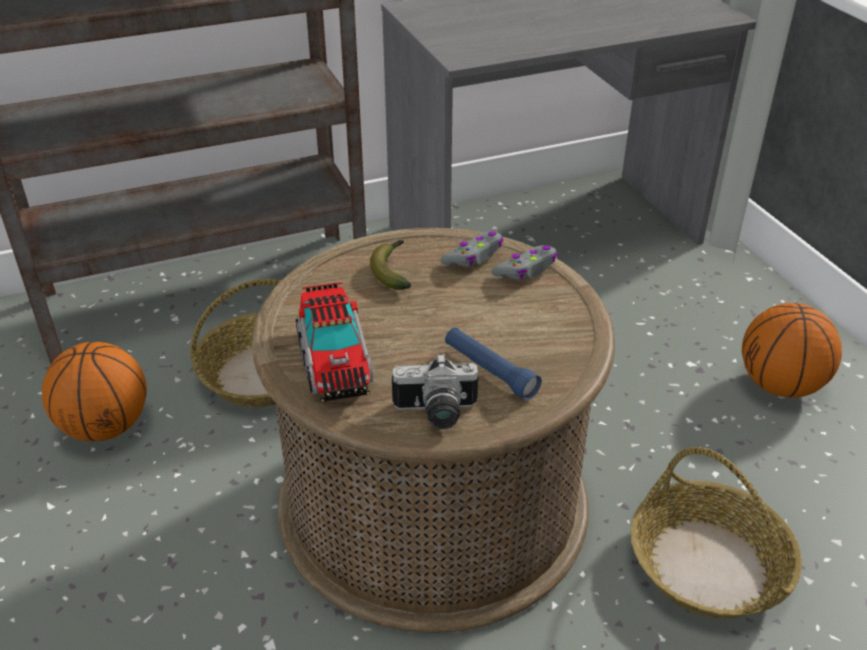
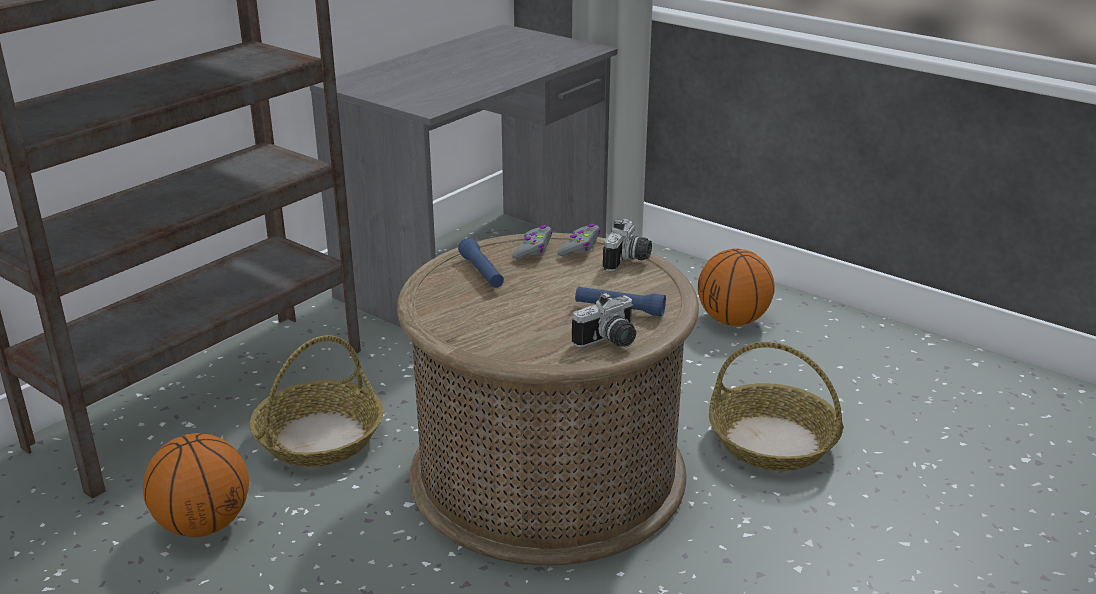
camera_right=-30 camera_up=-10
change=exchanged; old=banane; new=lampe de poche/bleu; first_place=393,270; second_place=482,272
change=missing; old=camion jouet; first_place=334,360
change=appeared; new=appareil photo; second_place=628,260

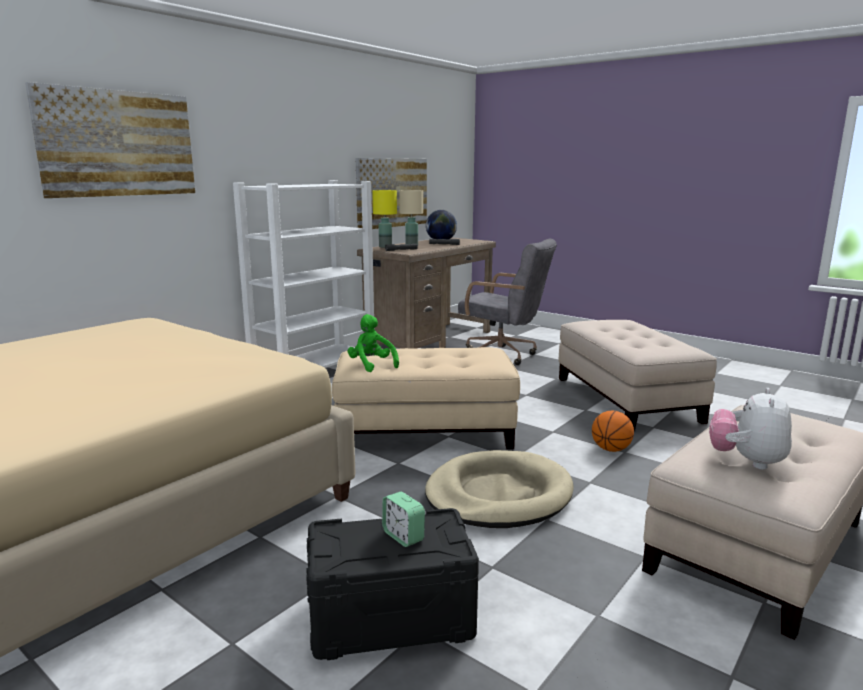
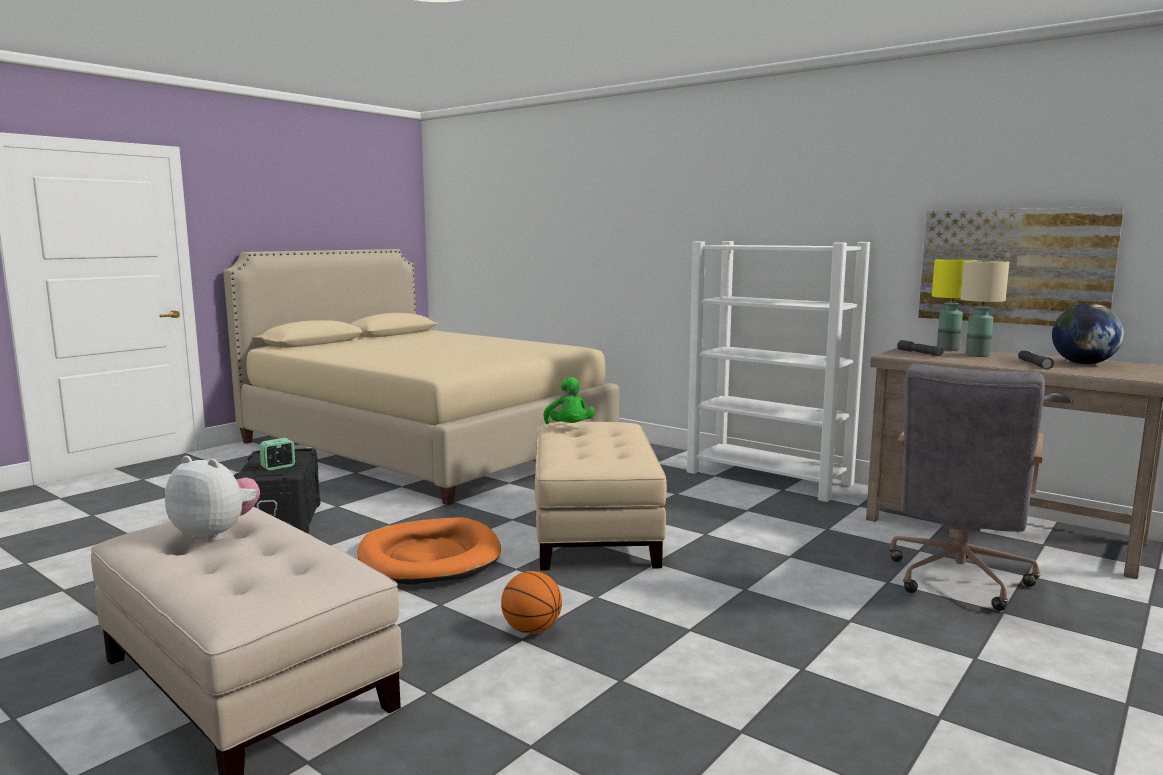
camera_right=90 camera_up=-5
change=missing; old=tableau; first_place=118,143
change=spun; old=peluche/vert; first_place=372,365; second_place=569,427; degrees=105
change=missing; old=pouf/beige; first_place=627,399
change=colour; old=panier pour chien/beige; new=panier pour chien/orange; first_place=498,495; second_place=429,557

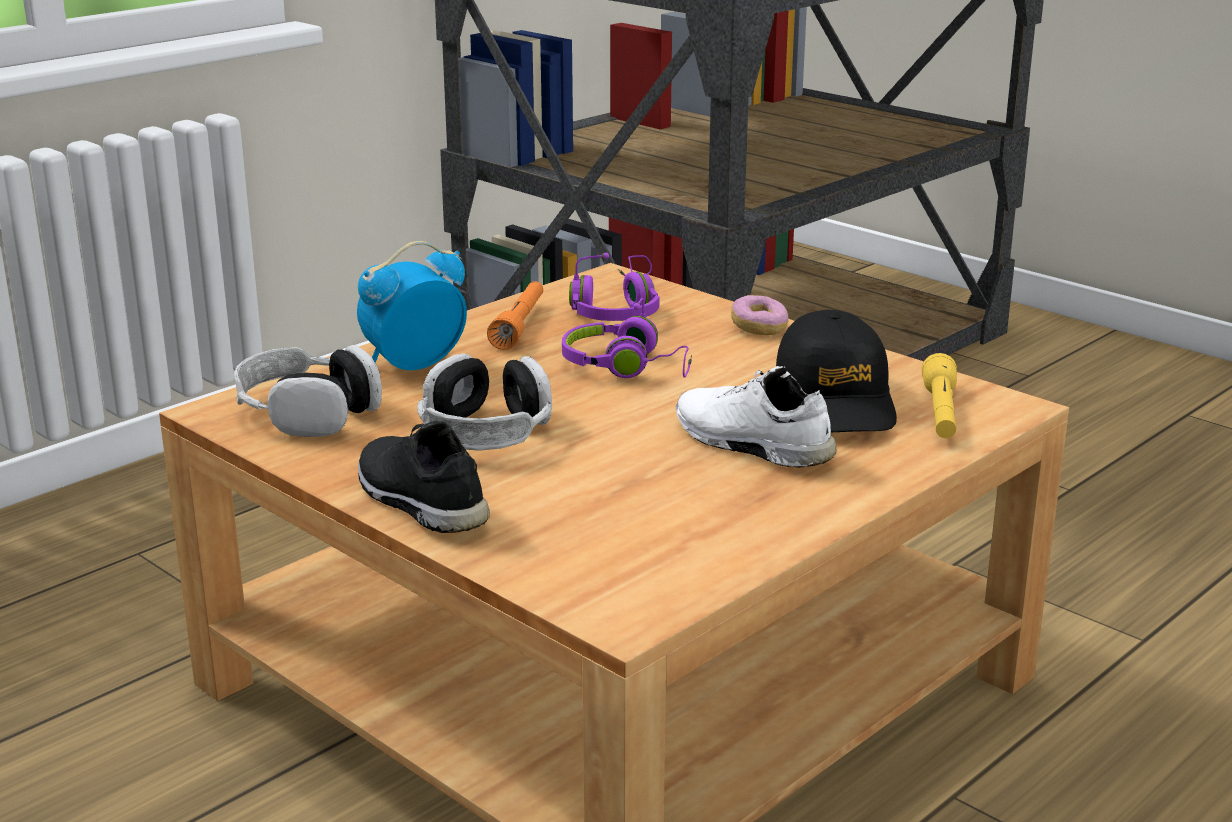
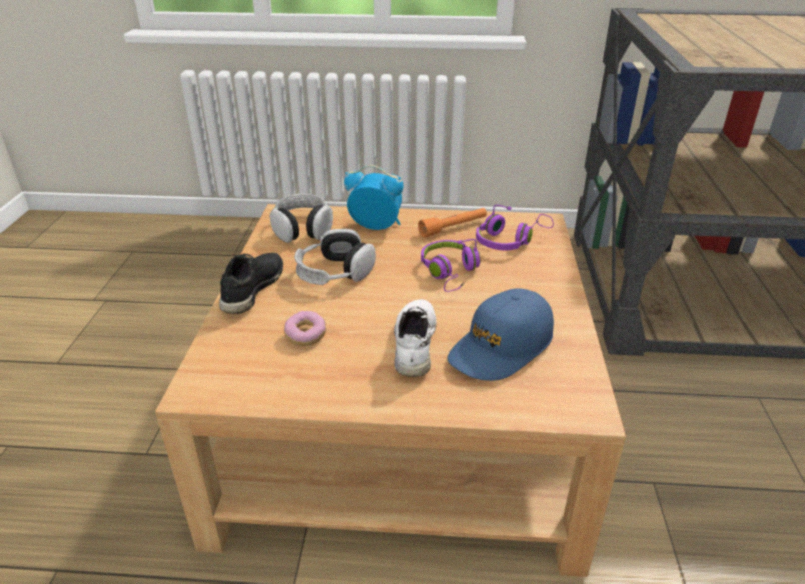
camera_right=50 camera_up=10
change=relocated; old=beignet; first_place=759,328; second_place=305,336
change=colour; old=casquette/noir; new=casquette/bleu; first_place=835,401; second_place=501,347
change=missing; old=lampe de poche/jaune; first_place=940,414

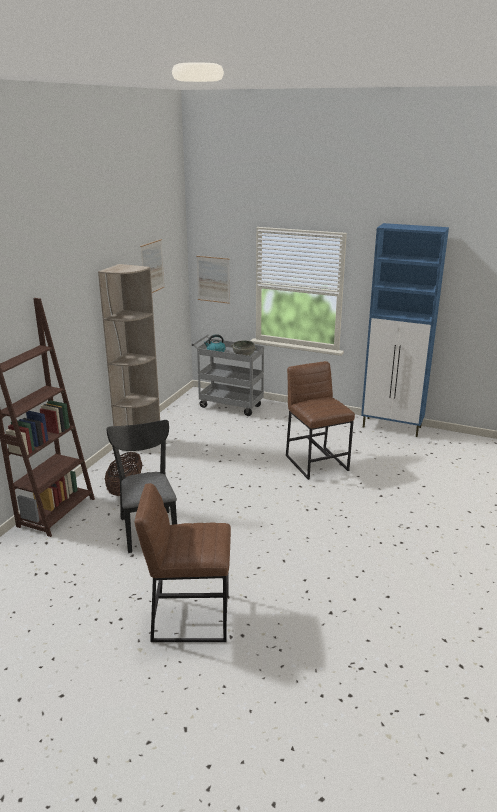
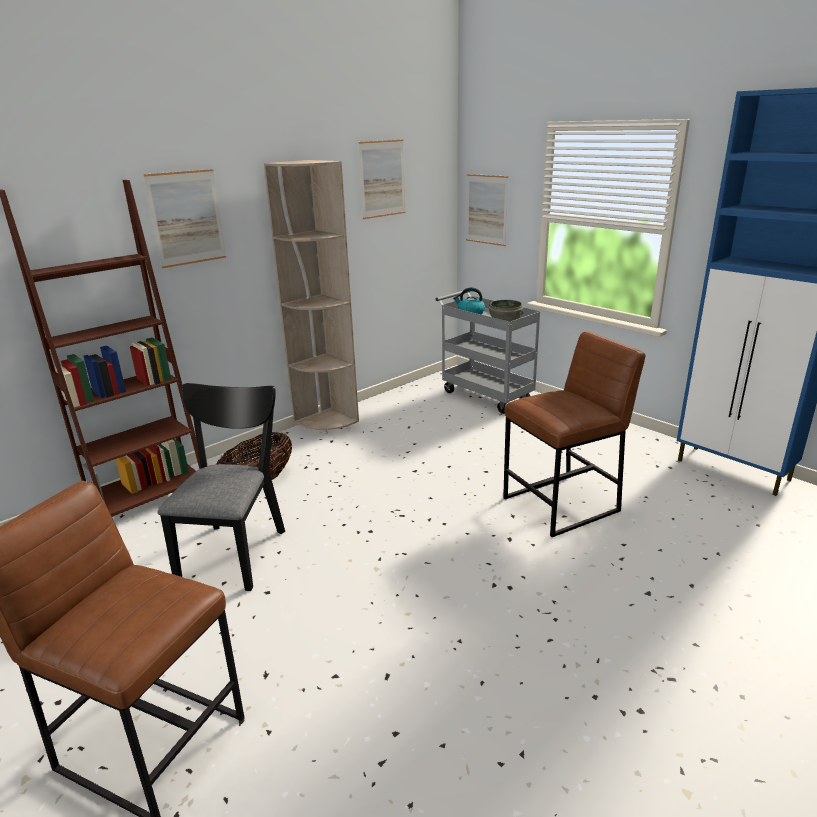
camera_right=25 camera_up=0
change=spun; old=chaise/marron; first_place=316,462; second_place=562,504; degrees=60
change=appeared; new=tableau; second_place=187,218

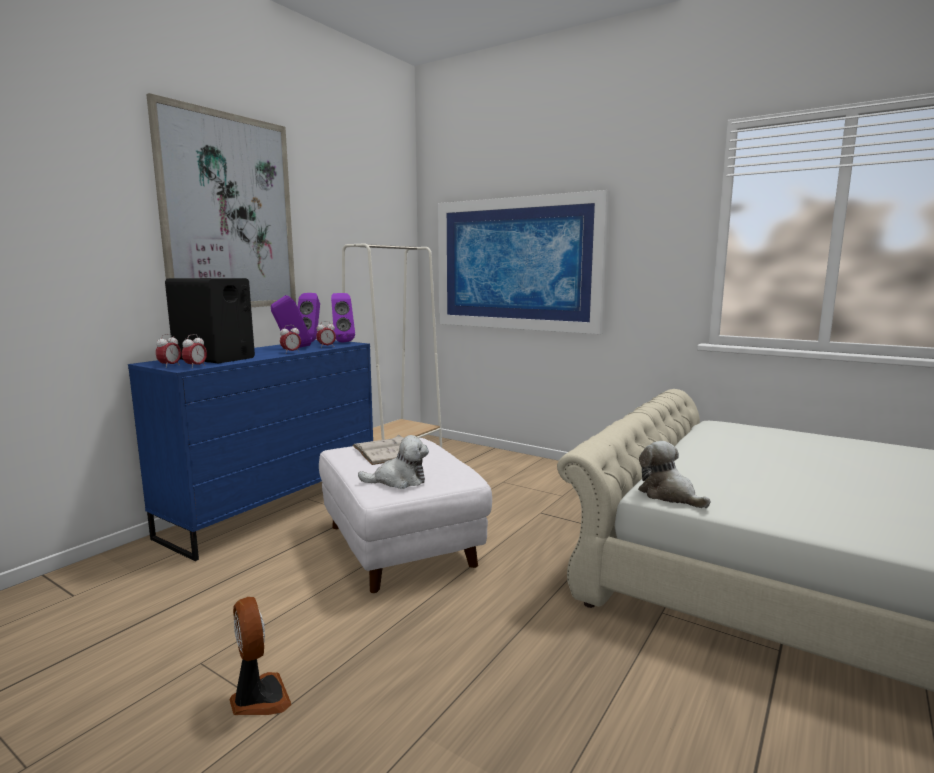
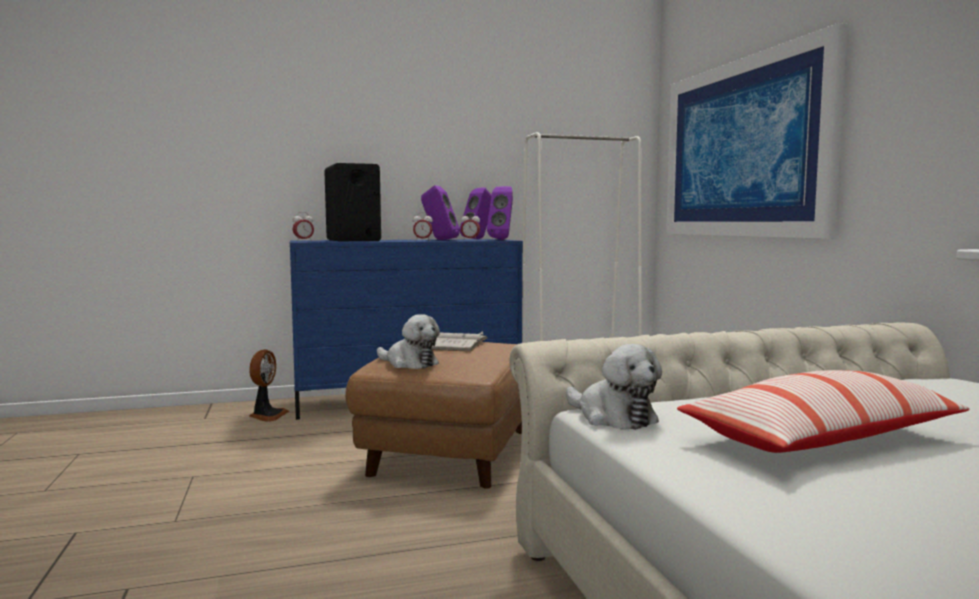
camera_right=40 camera_up=-5
change=missing; old=tableau; first_place=229,213
change=missing; old=réveil; first_place=195,367
change=colour; old=pouf/blanc; new=pouf/marron; first_place=398,545; second_place=451,451
change=spun; old=peluche; first_place=669,495; second_place=612,417; degrees=135
change=relocated; old=ventilateur; first_place=258,698; second_place=267,415
change=appeared; new=coussin; second_place=821,439

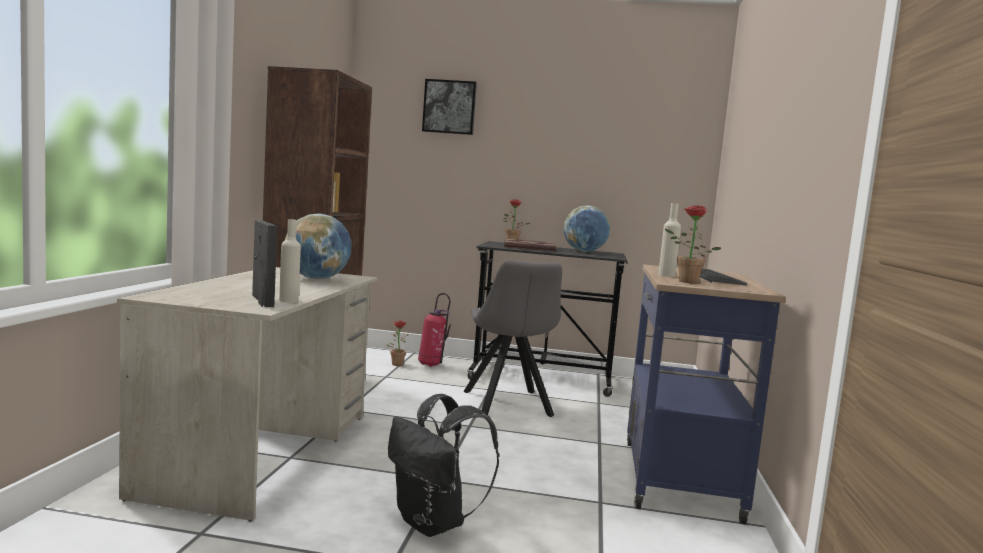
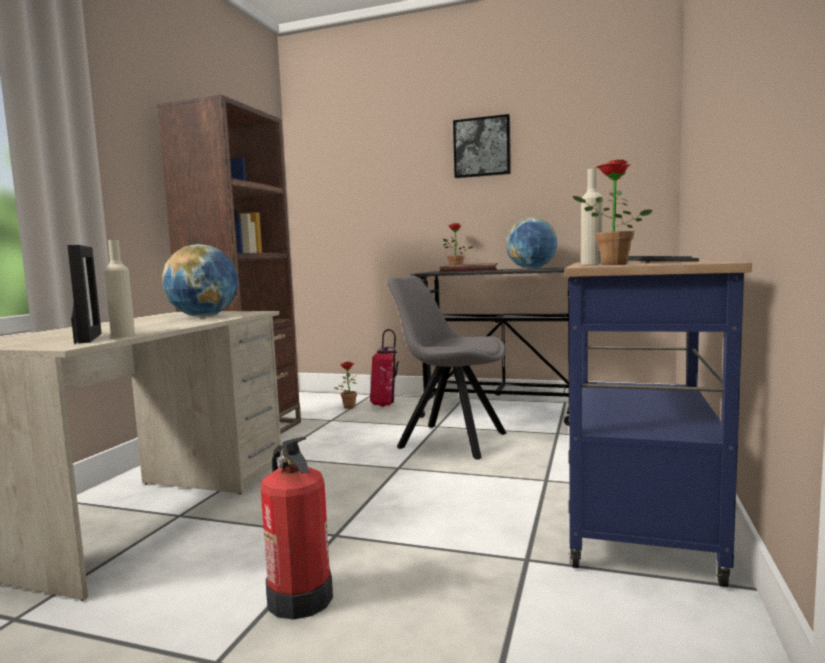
camera_right=10 camera_up=0
change=relocated; old=tableau; first_place=449,107; second_place=482,147
change=spun; old=chaise/gris; first_place=508,404; second_place=451,440; degrees=120
change=exchanged; old=sac à dos/noir; new=extincteur; first_place=434,524; second_place=299,598

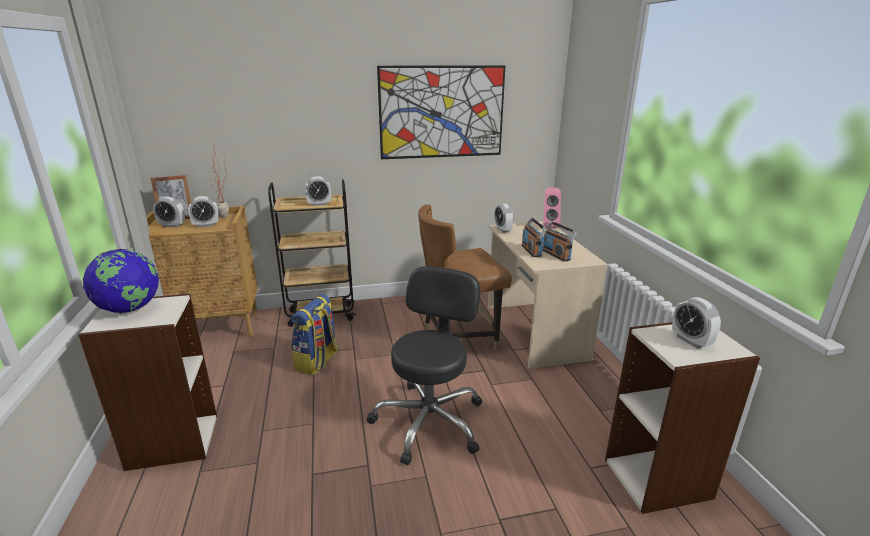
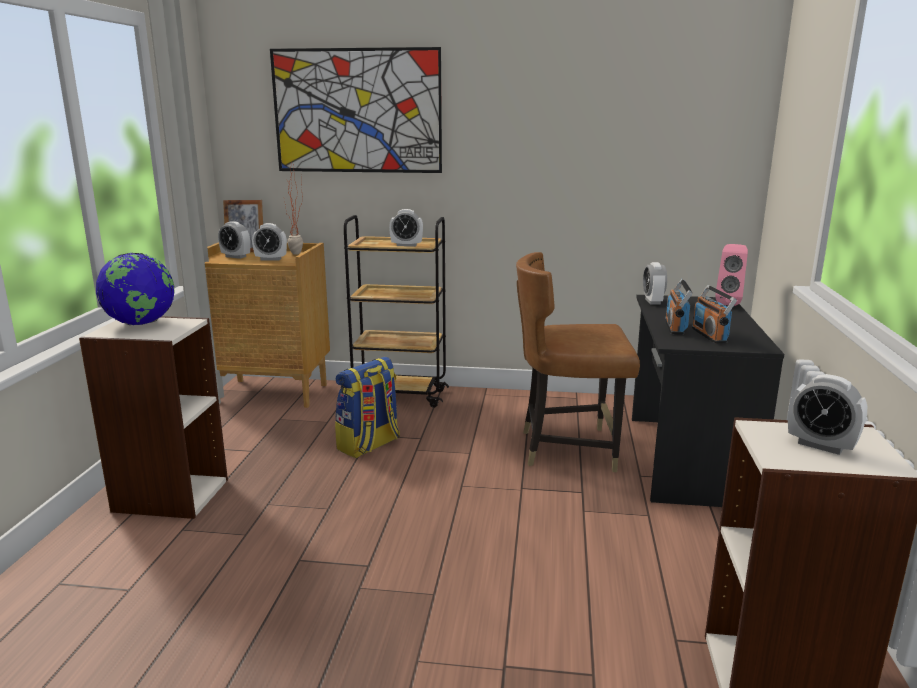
camera_right=20 camera_up=-5
change=relocated; old=tableau; first_place=442,112; second_place=357,111
change=colour; old=bureau/beige; new=bureau/noir; first_place=533,332; second_place=685,459
change=missing; old=chaise de bureau/noir; first_place=431,418
change=spun; old=réveil; first_place=691,341; second_place=821,445; degrees=-45

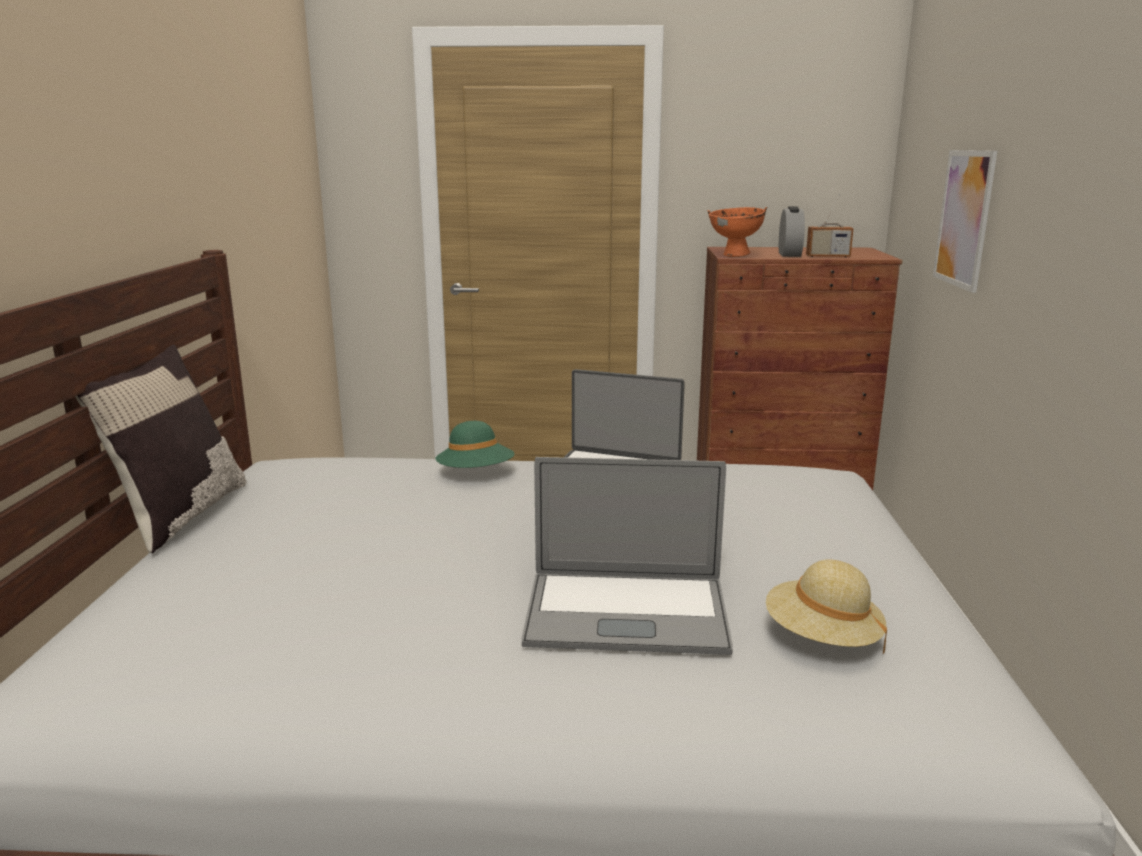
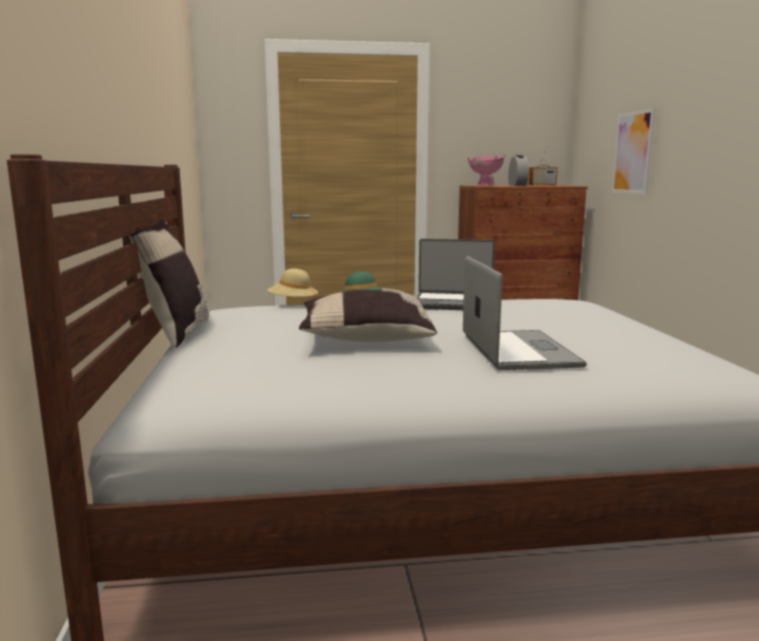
camera_right=-10 camera_up=-5
change=colour; old=bol/orange; new=bol/rose; first_place=735,256; second_place=485,186
change=spun; old=ordinateur portable; first_place=626,613; second_place=518,350; degrees=-90
change=relocated; old=chapeau/beige; first_place=822,638; second_place=293,303
change=appeared; new=coussin; second_place=365,337

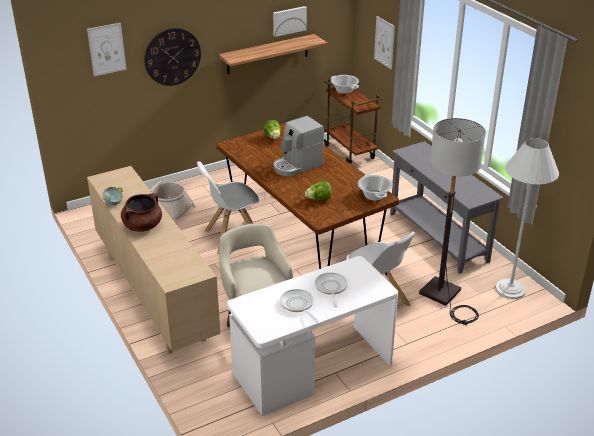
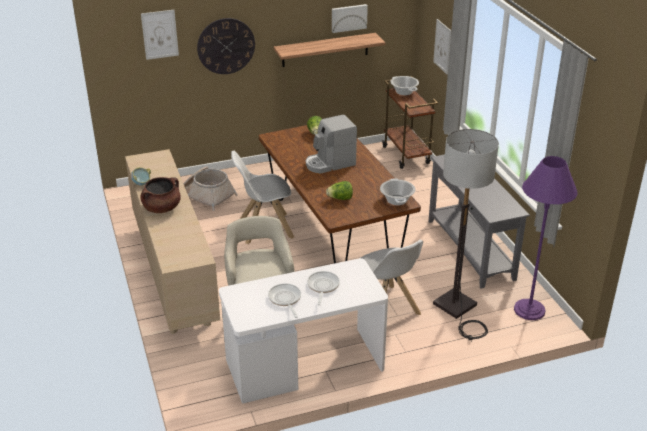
camera_right=10 camera_up=0
change=colour; old=lampadaire/blanc; new=lampadaire/violet; first_place=510,289; second_place=529,310

